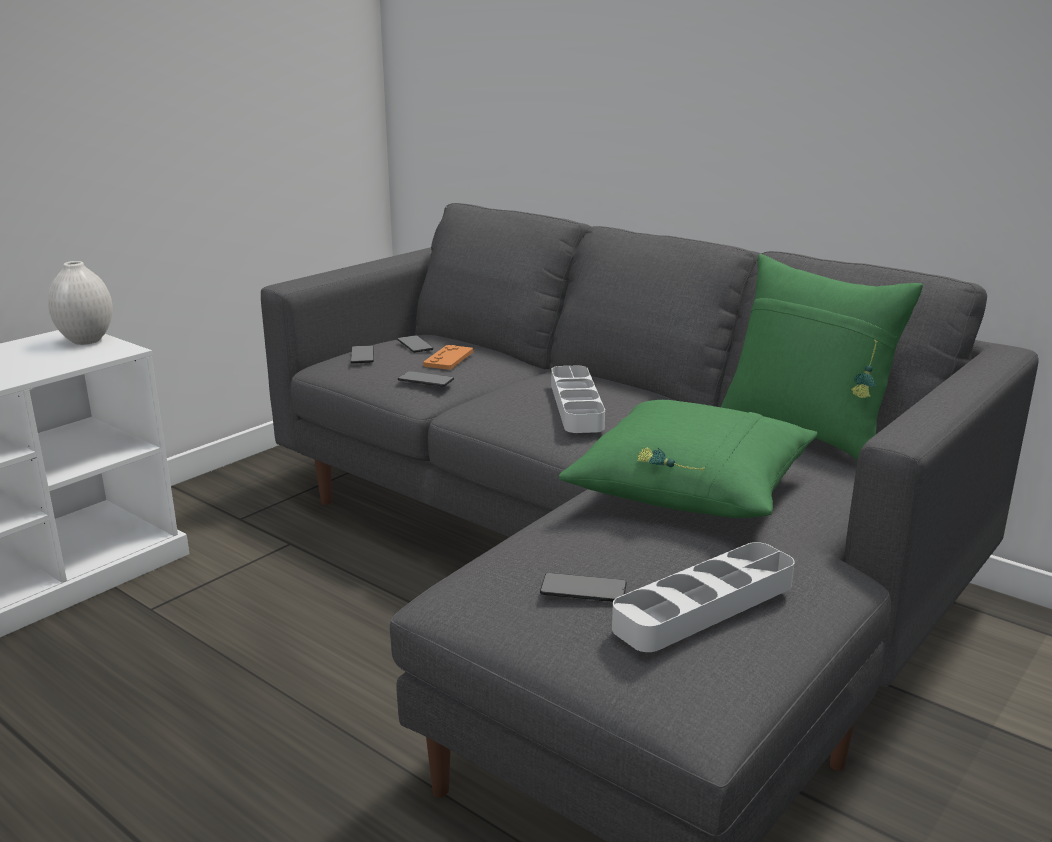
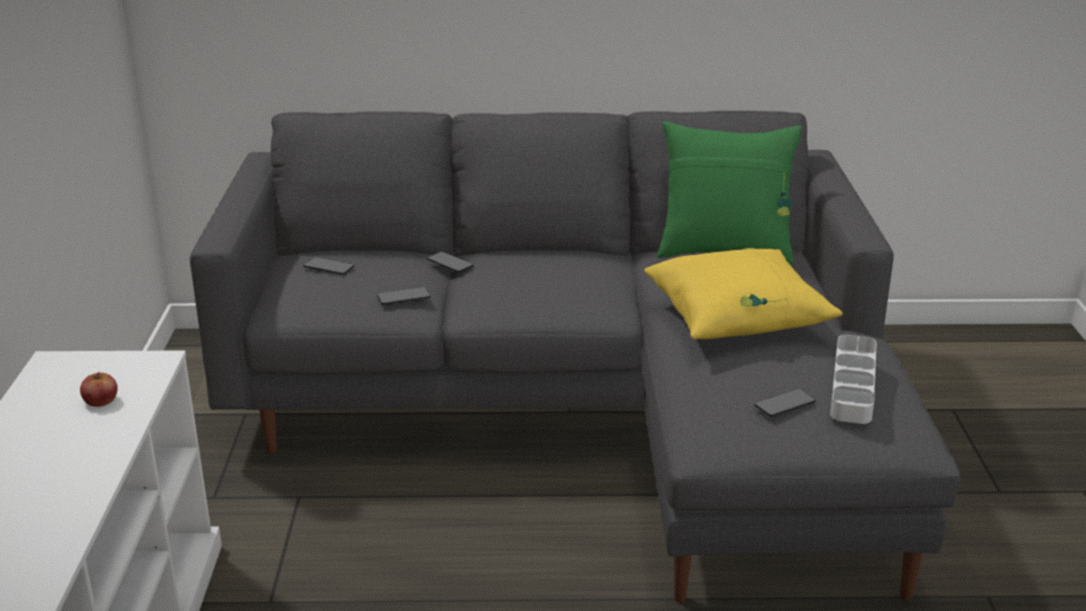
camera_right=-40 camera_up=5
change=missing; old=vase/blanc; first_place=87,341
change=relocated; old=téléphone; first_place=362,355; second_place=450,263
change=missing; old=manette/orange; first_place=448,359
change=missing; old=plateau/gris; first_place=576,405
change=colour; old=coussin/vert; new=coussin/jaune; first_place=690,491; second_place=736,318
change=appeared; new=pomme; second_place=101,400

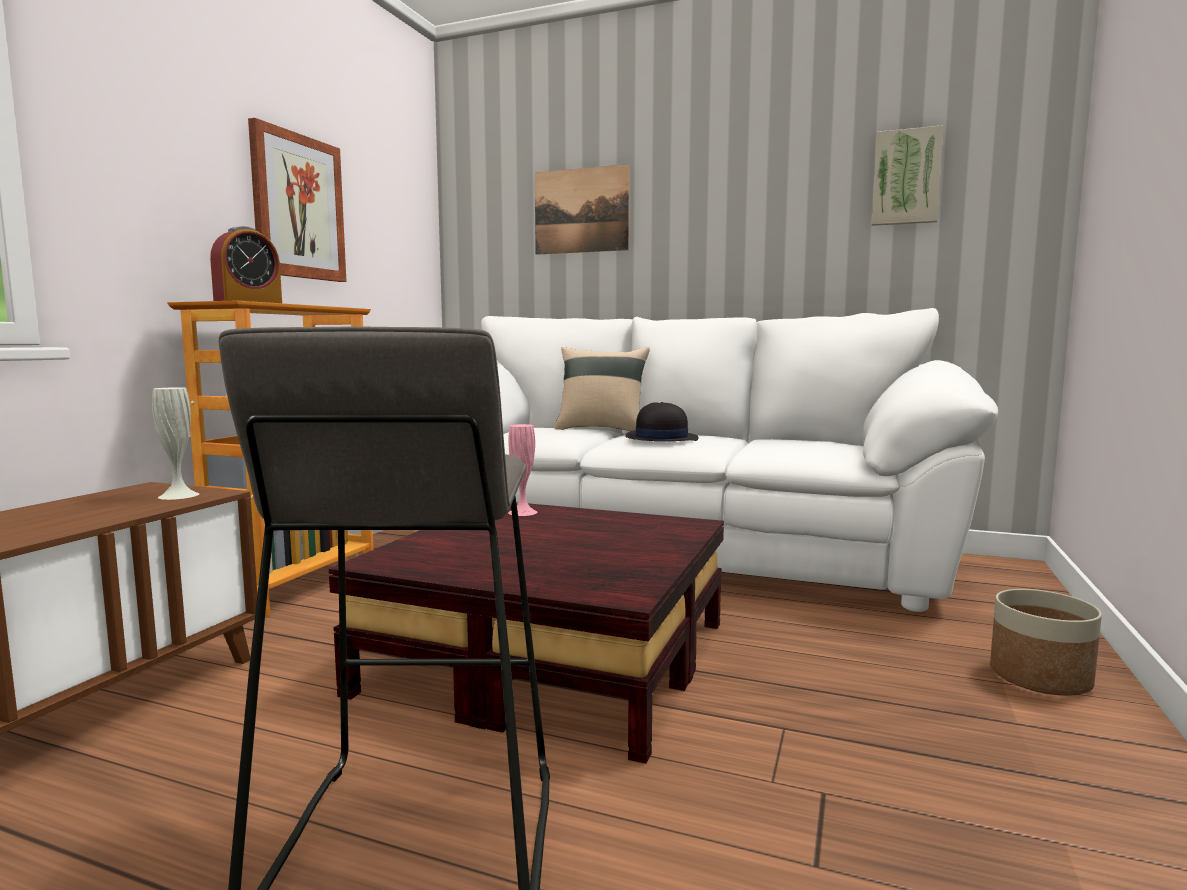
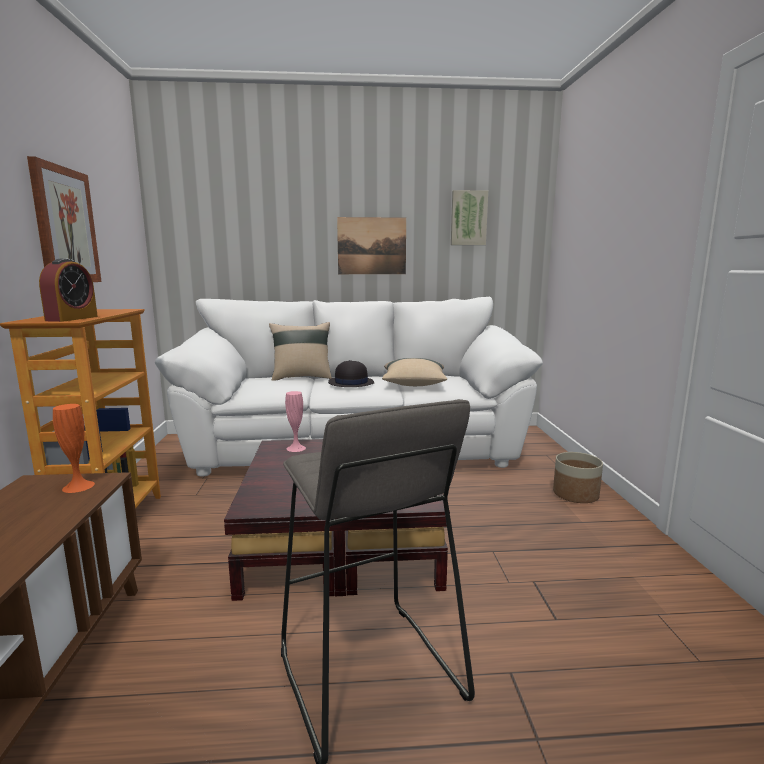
camera_right=-25 camera_up=5
change=relocated; old=tableau; first_place=581,210; second_place=371,246
change=colour; old=vase/blanc; new=vase/orange; first_place=178,495; second_place=78,486
change=appeared; new=coussin/beige; second_place=414,385

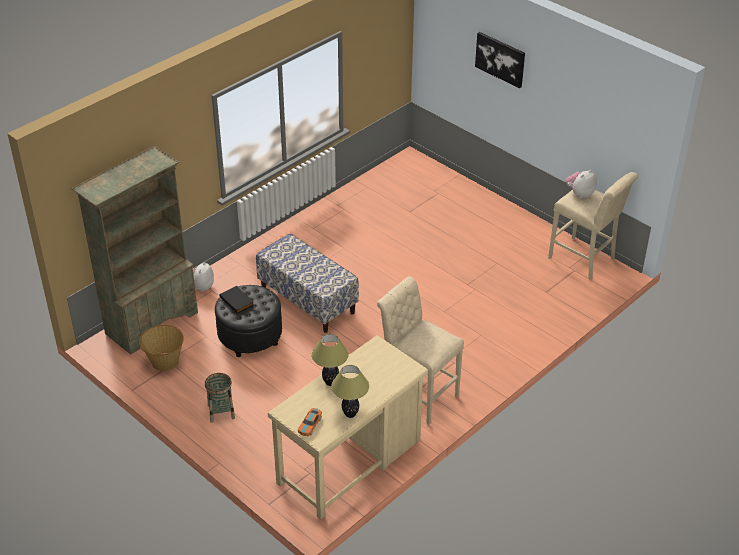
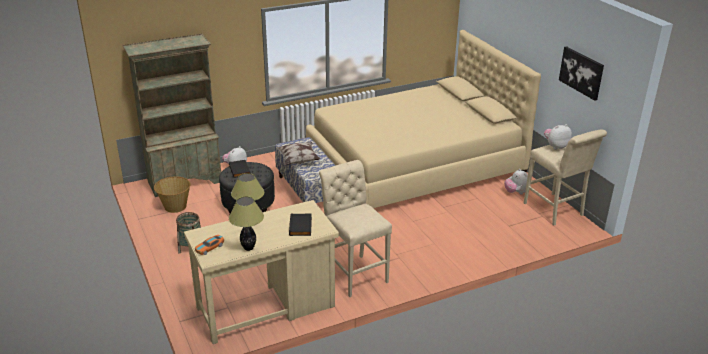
camera_right=20 camera_up=-10
change=relocated; old=tableau; first_place=500,59; second_place=581,72
change=appeared; new=lit/beige; second_place=415,166
change=appeared; new=coussin; second_place=298,160
change=appeared; new=peluche; second_place=516,192
change=appeared; new=livre/noir; second_place=301,226

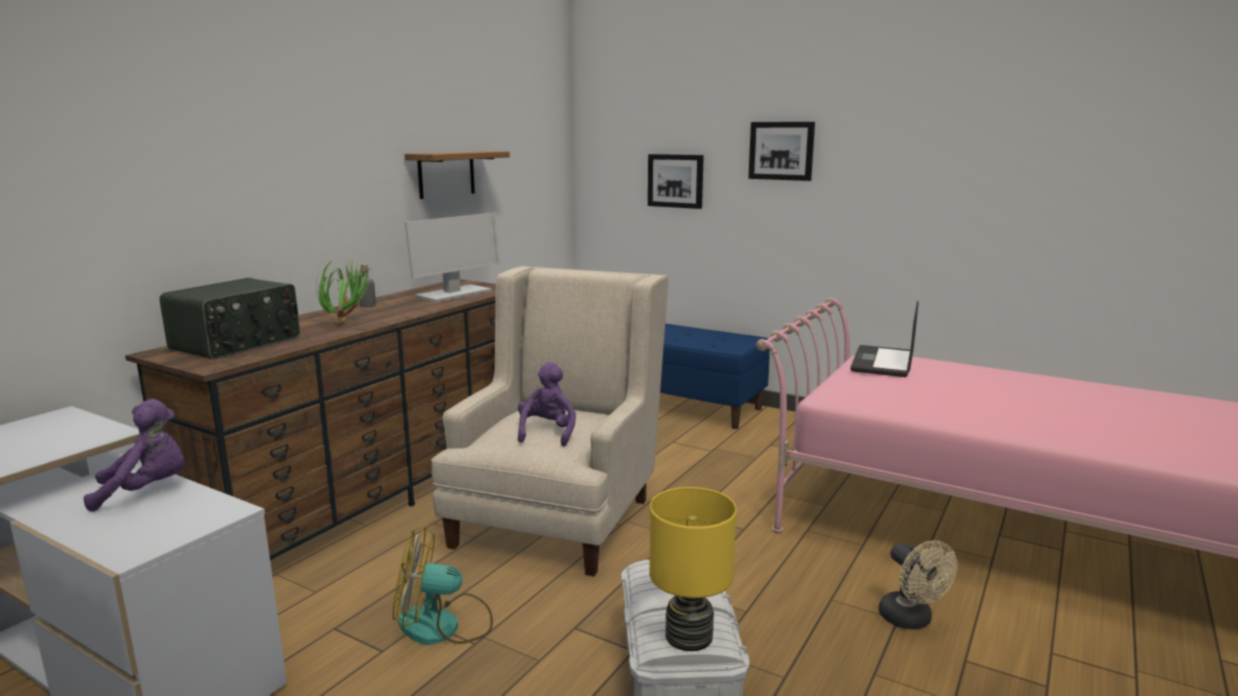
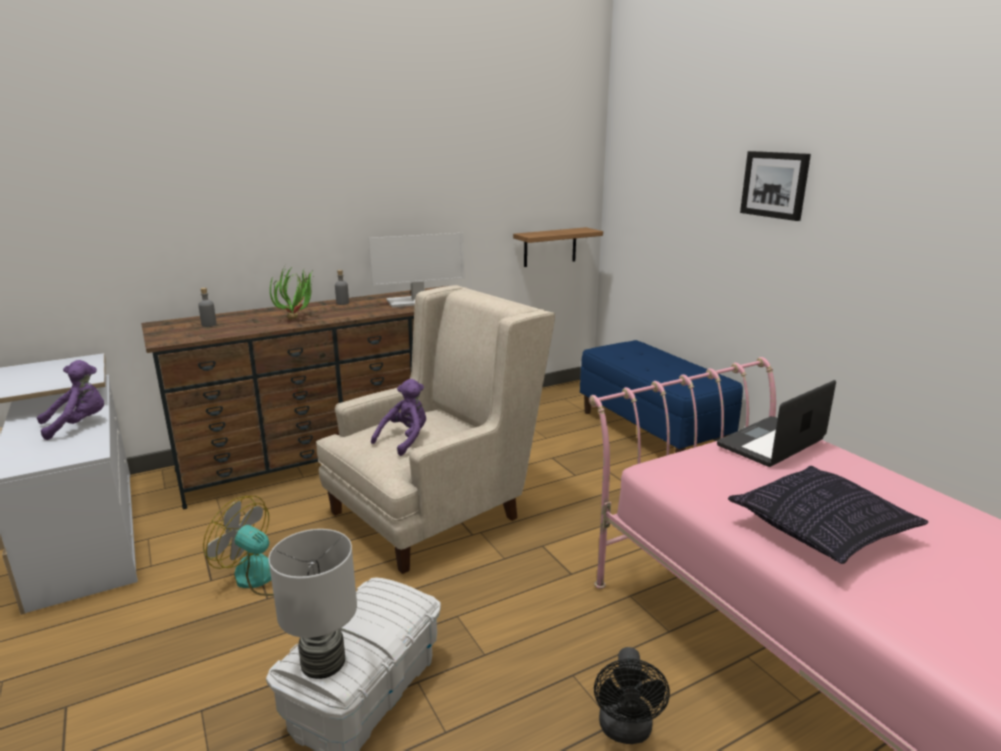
camera_right=30 camera_up=5
change=relocated; old=étagère; first_place=446,174; second_place=550,247
change=missing; old=tableau; first_place=675,180
change=exchanged; old=radio; new=bouteille/gris; first_place=237,344; second_place=209,325
change=spun; old=peluche/violet; first_place=146,491; second_place=78,425; degrees=-45
change=colour; old=lampe de table/jaune; new=lampe de table/gris; first_place=688,636; second_place=323,662
change=colour; old=ventilateur/beige; new=ventilateur/noir; first_place=911,620; second_place=626,731
change=appeared; new=coussin; second_place=820,530

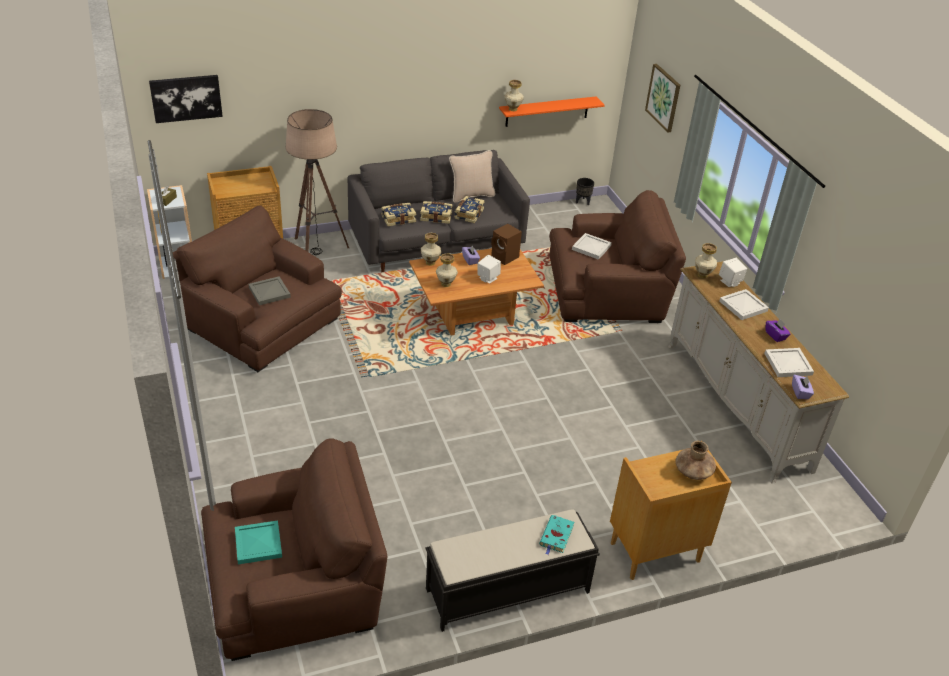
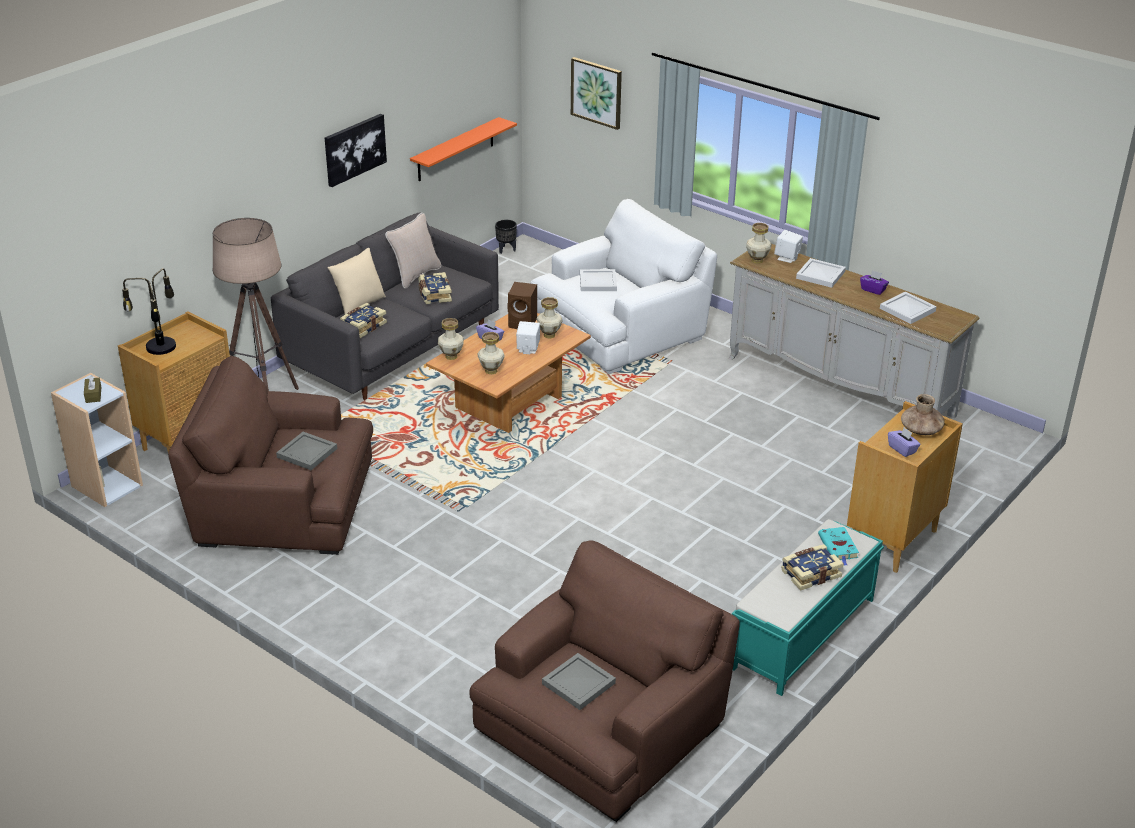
camera_right=-30 camera_up=-5
change=relocated; old=tableau; first_place=186,98; second_place=354,149
change=relocated; old=vase; first_place=513,109; second_place=549,335
change=colour; old=fauteuil/marron; new=fauteuil/blanc; first_place=607,291; second_place=621,329
change=relocated; old=livre; first_place=436,216; second_place=810,573
change=relocated; old=boîte à mouchoirs/violet; first_place=800,392; second_place=902,449
change=colour; old=banc/noir; new=banc/turquoise; first_place=506,591; second_place=802,634
change=colour; old=plateau/turquoise; new=plateau/gris; first_place=257,544; second_place=578,684
change=appeared; new=coussin/beige; second_place=359,305
change=appeared; new=lampe de table; second_place=160,347

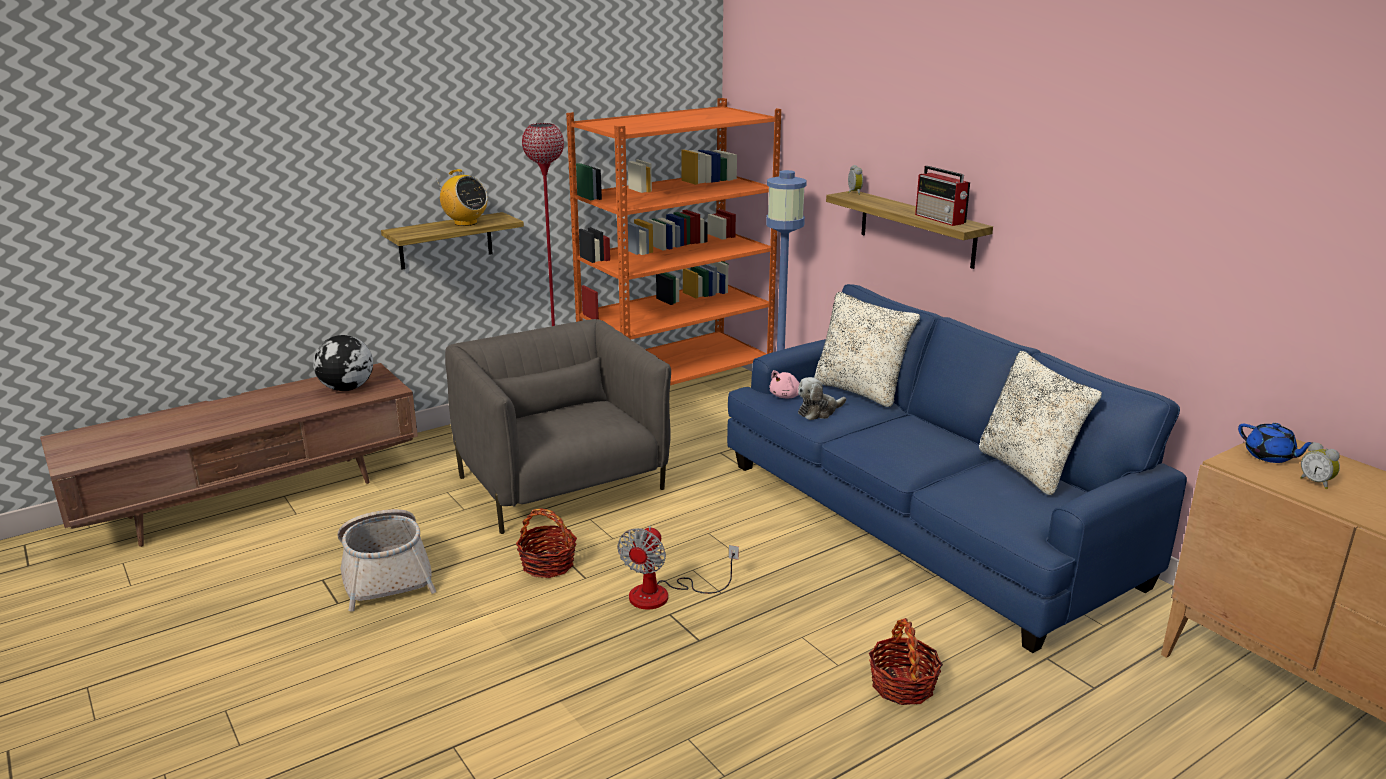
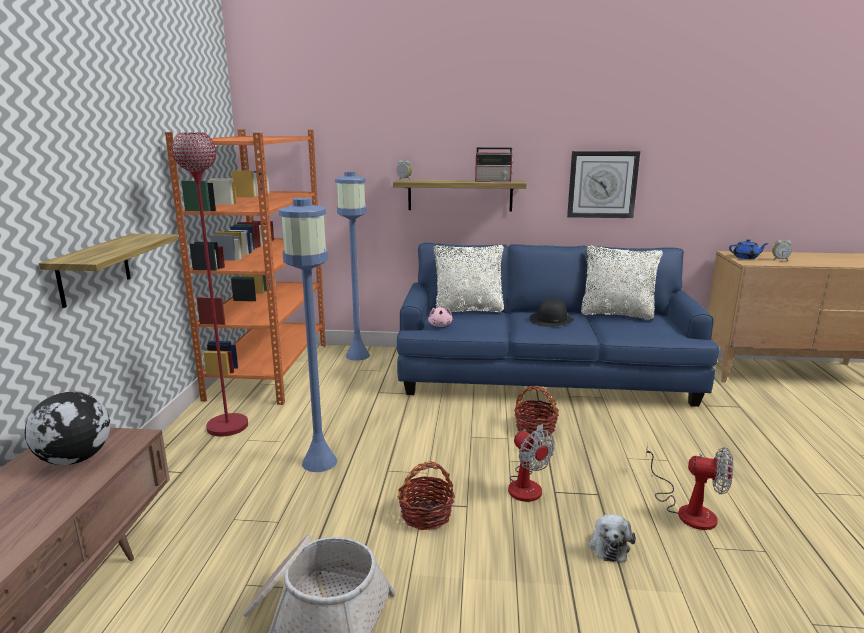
camera_right=-50 camera_up=-5
change=missing; old=radio; first_place=465,223
change=exchanged; old=fauteuil/gris; new=lampadaire/bleu; first_place=561,485; second_place=319,462
change=relocated; old=peluche; first_place=818,411; second_place=608,545
change=relocated; old=panier; first_place=902,685; second_place=535,428
change=appeared; new=horloge murale; second_place=602,184
change=appeared; new=chapeau/noir; second_place=551,320
change=appeared; new=ventilateur; second_place=687,509

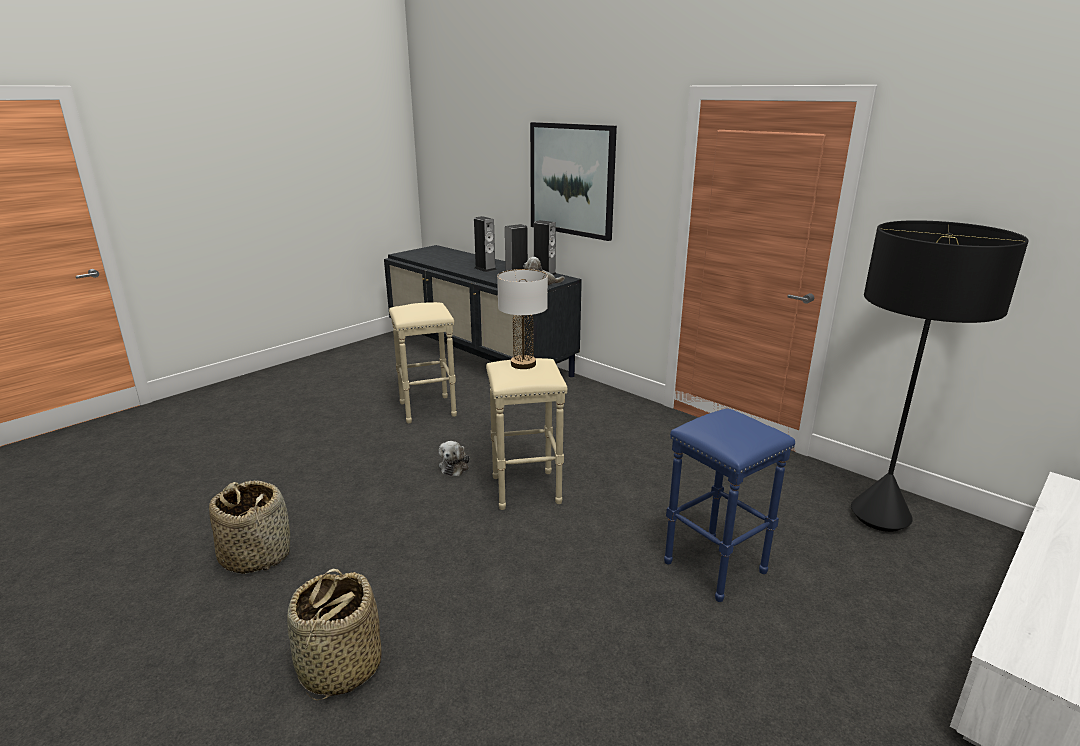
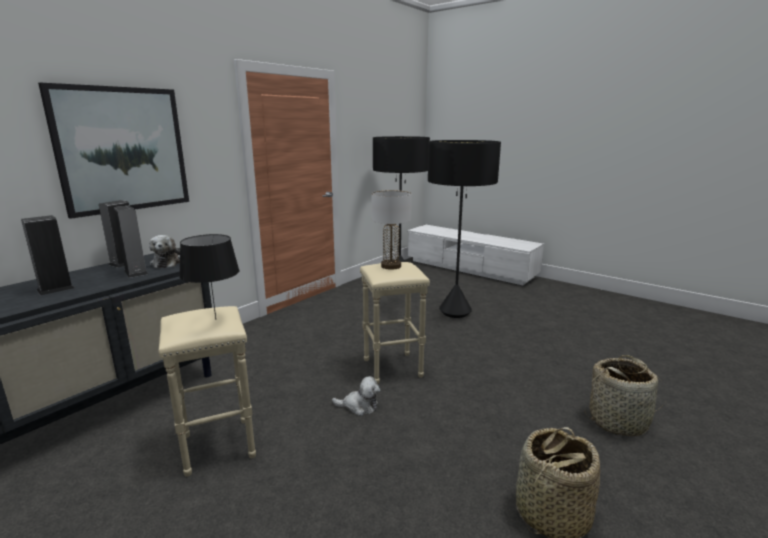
camera_right=-95 camera_up=-5
change=exchanged; old=tabouret/bleu; new=lampadaire/noir; first_place=715,568; second_place=455,313
change=appeared; new=lampe de table/noir; second_place=216,319

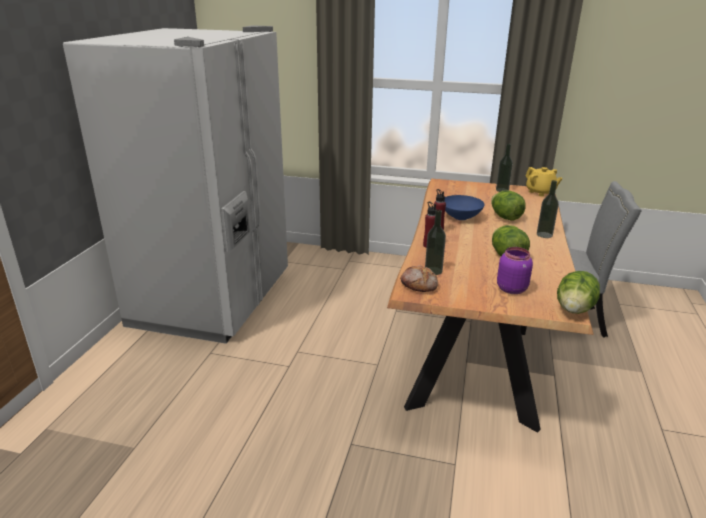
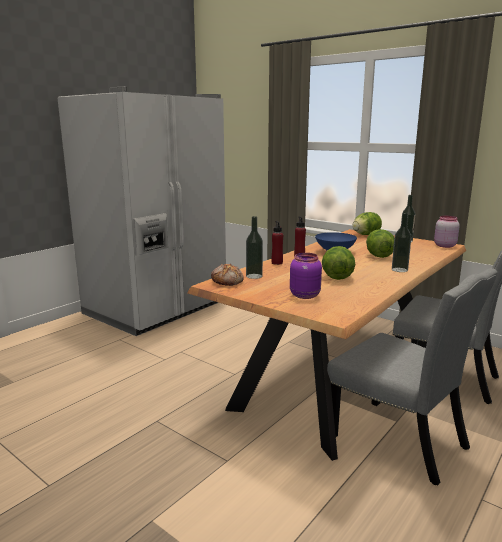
camera_right=25 camera_up=-10
change=exchanged; old=théière/jaune; new=bocal/rose; first_place=540,192; second_place=444,246
change=relocated; old=laitue; first_place=574,309; second_place=365,235
change=appeared; new=chaise/gris; second_place=396,439

